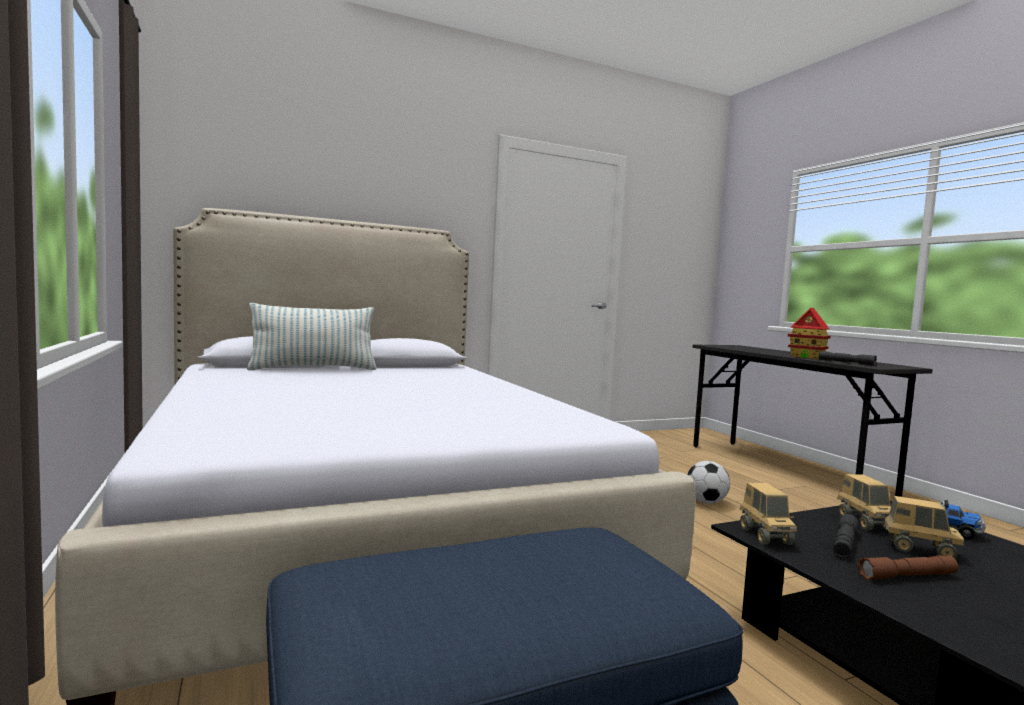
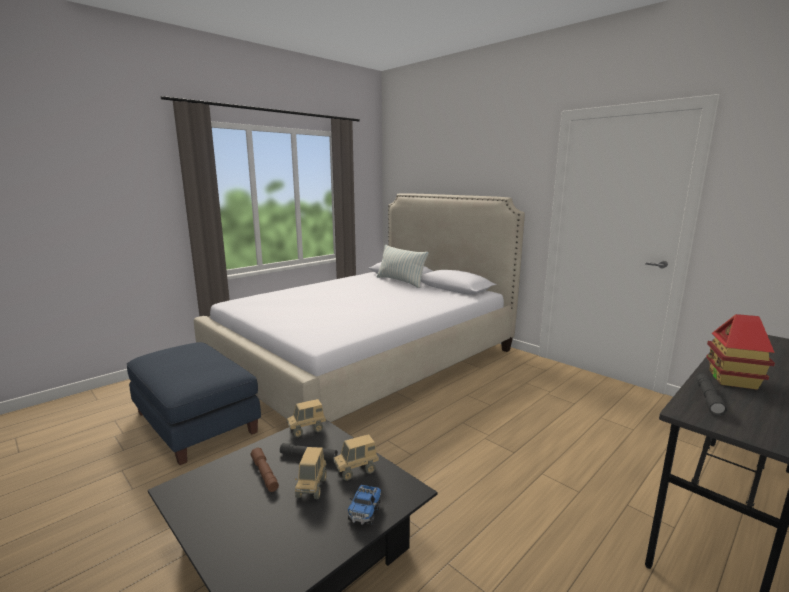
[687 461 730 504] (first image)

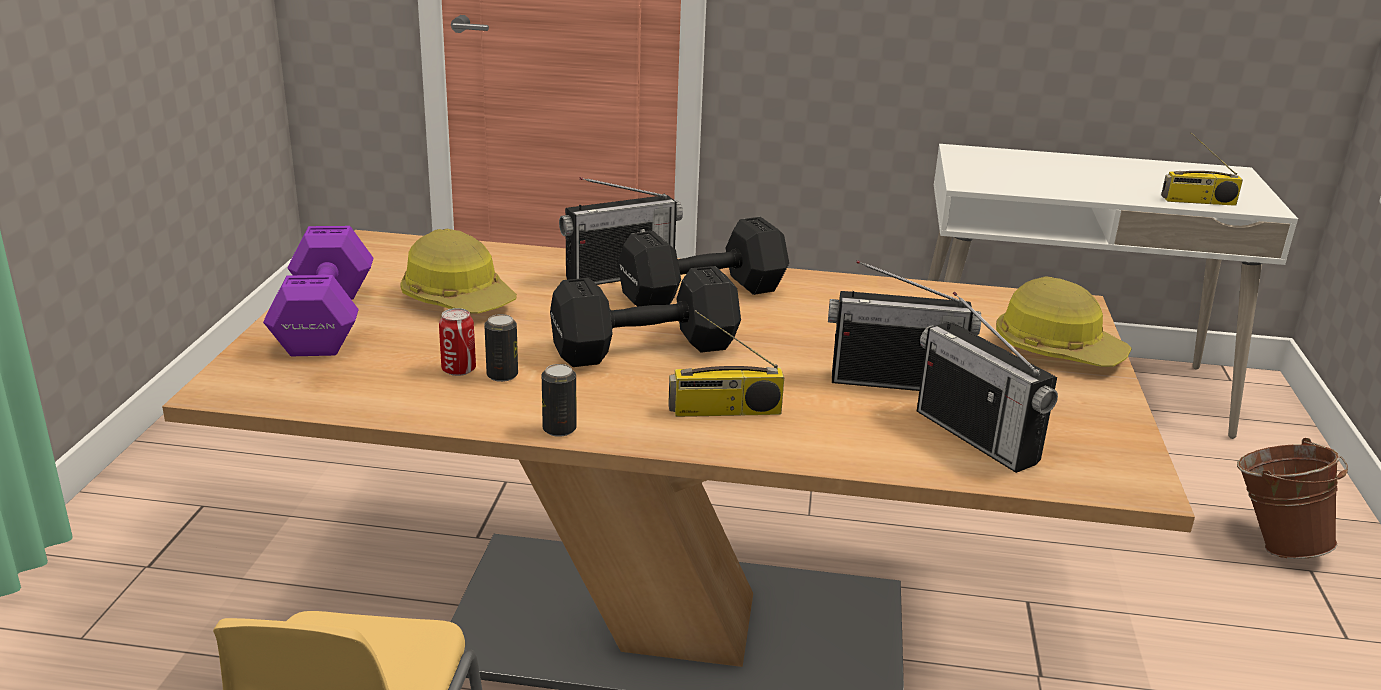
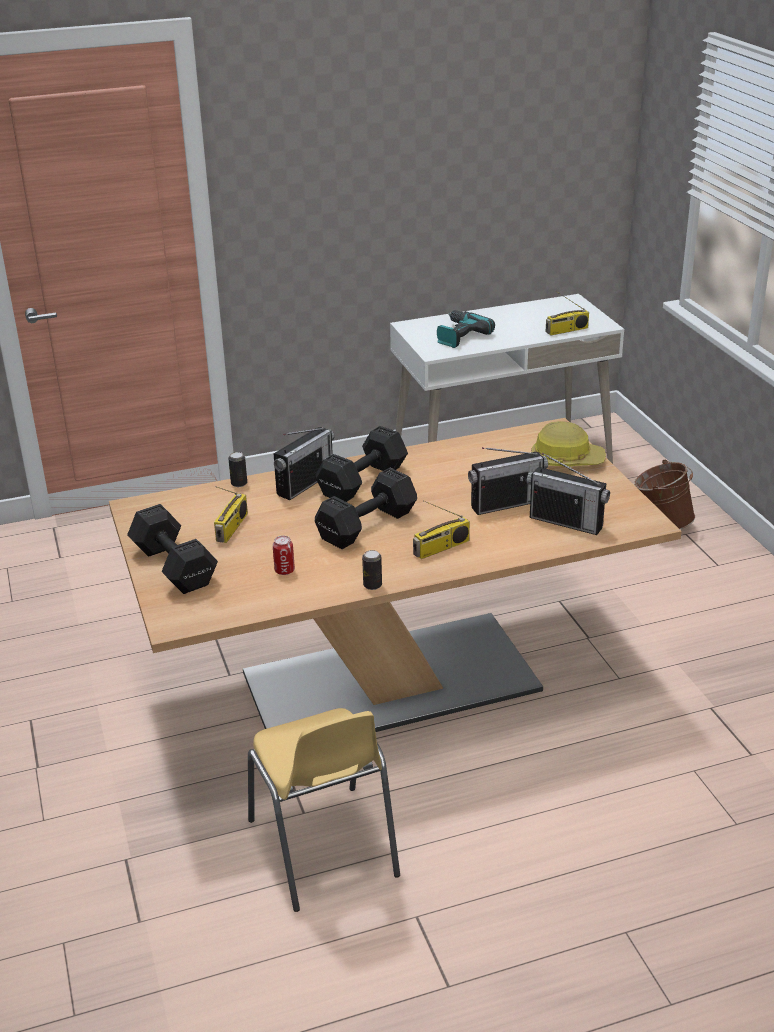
[437 310 495 348]
[228 452 247 487]
[214 486 248 543]
[127 504 218 594]

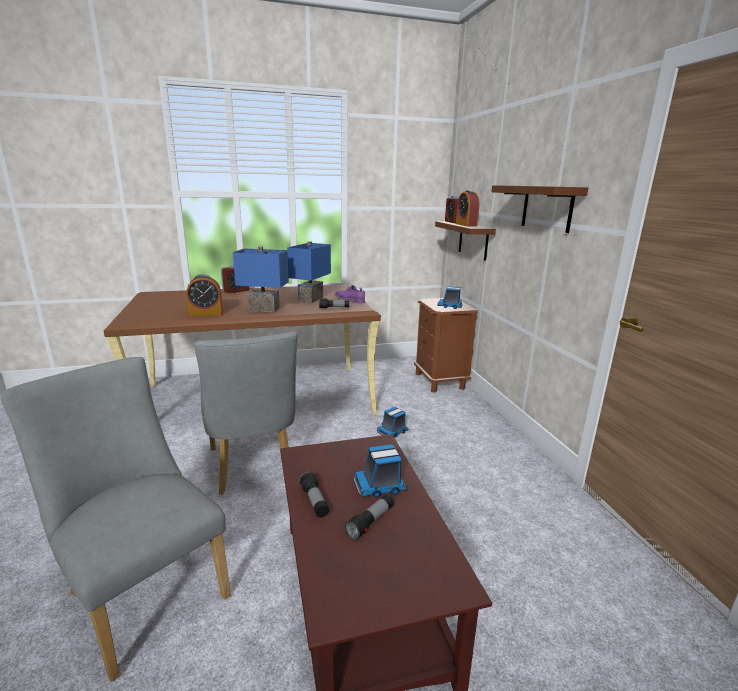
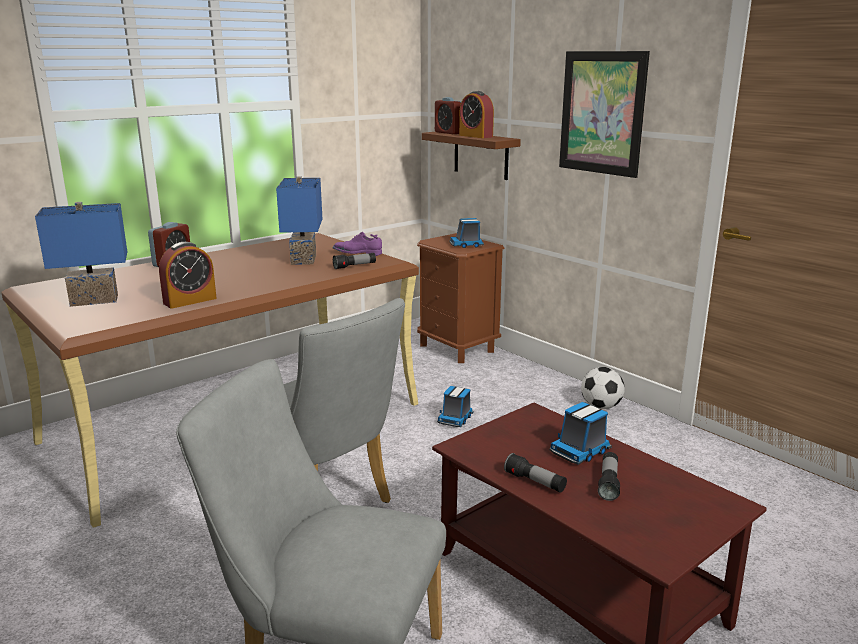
[581 367 625 409]
[35 202 127 307]
[559 51 650 178]

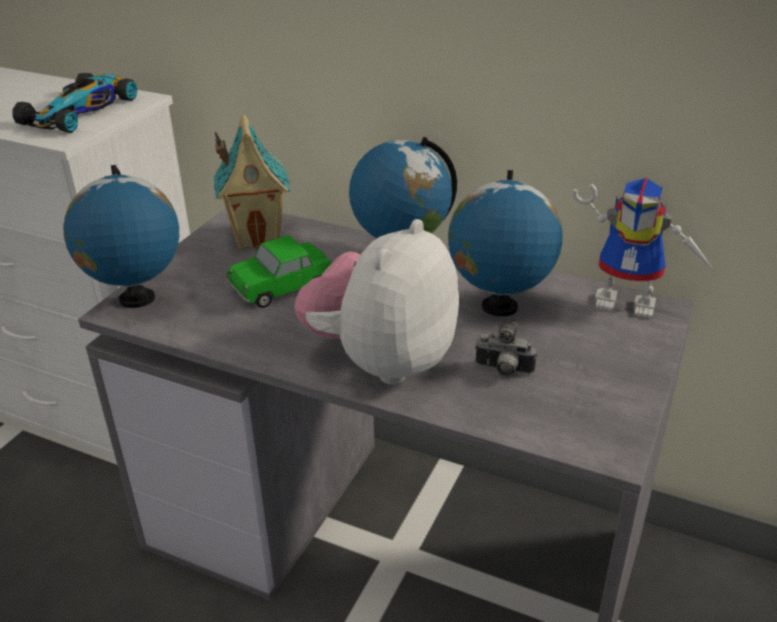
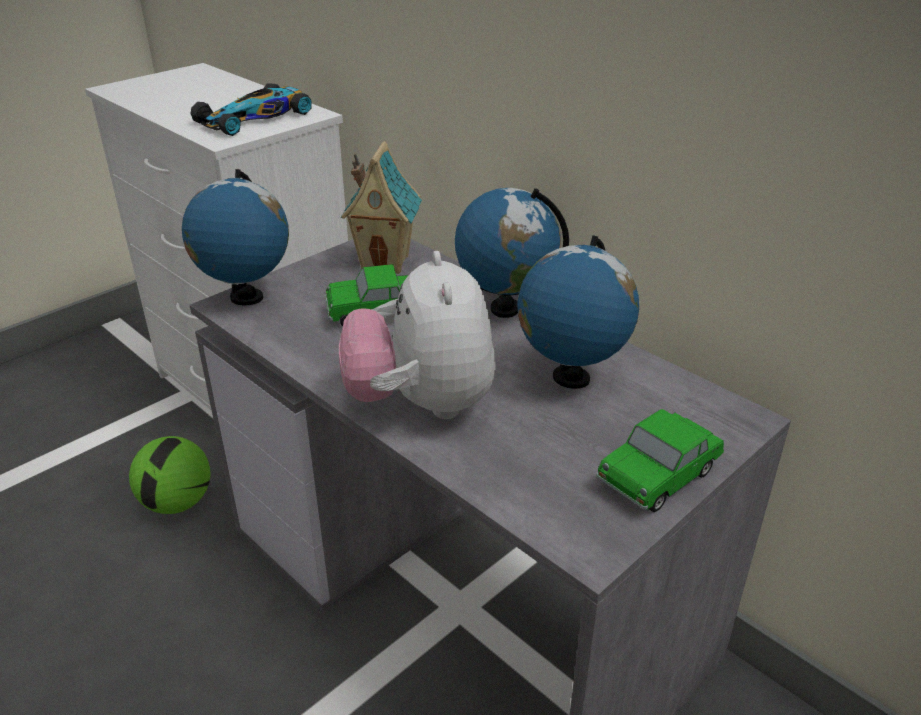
[475 322 537 376] (first image)
[572 177 713 319] (first image)
[129 436 211 514]
[596 409 724 512]
[339 251 496 419]

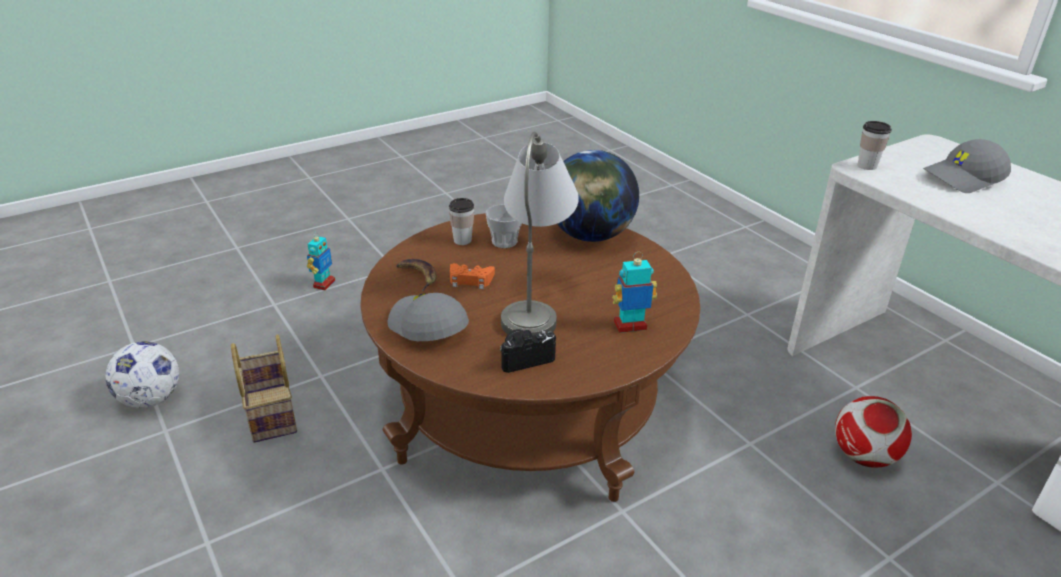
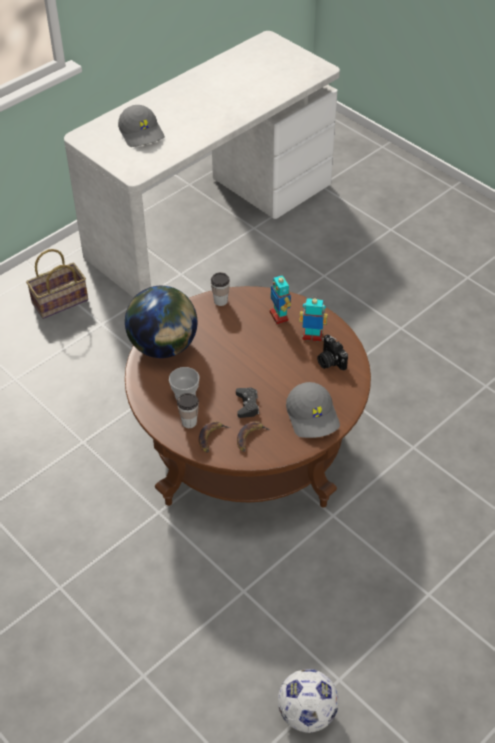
[501 132 579 336] (first image)
[835 396 912 468] (first image)
[199 421 230 453]
[26 249 88 319]
[299 295 328 342]
[211 272 230 306]
[236 387 259 418]
[286 382 340 438]

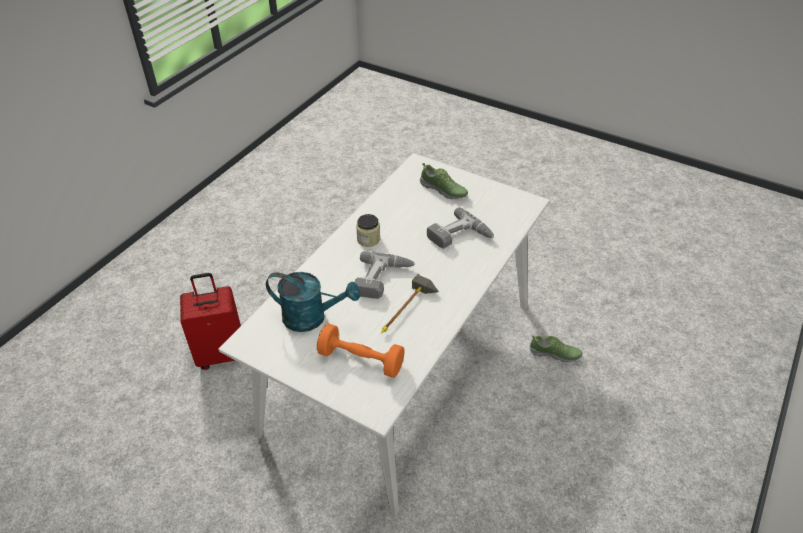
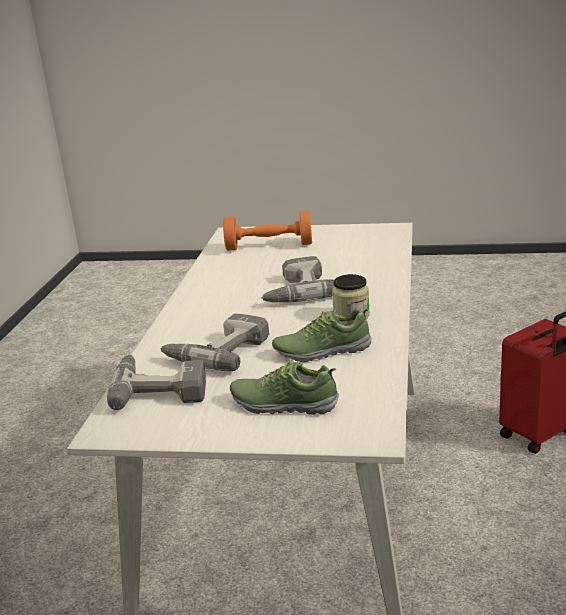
[266 272 360 332] (first image)
[381 274 439 333] (first image)
[107 355 206 410]
[272 309 372 362]

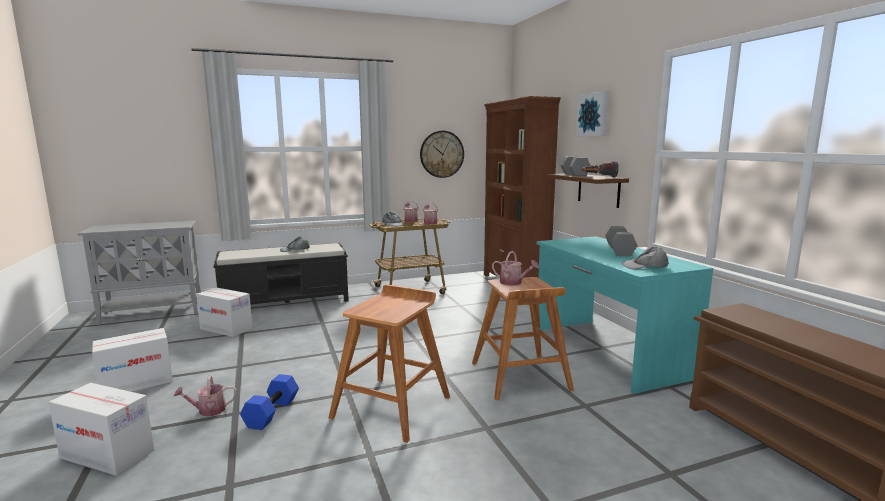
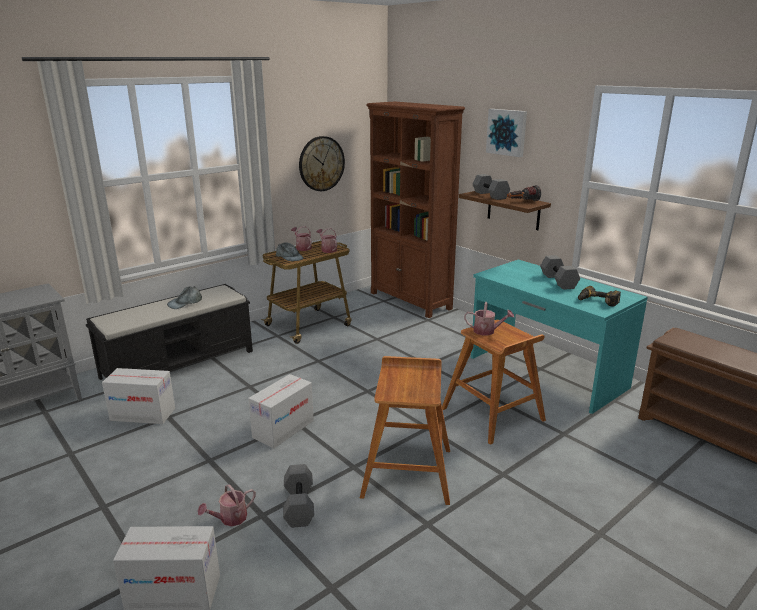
[248 374 314 448]
[578 286 621 307]
[283 464 314 528]

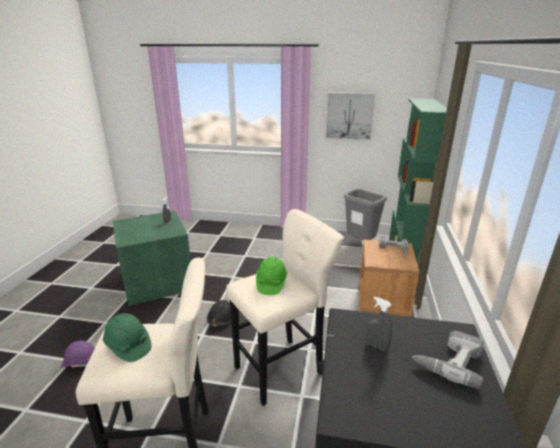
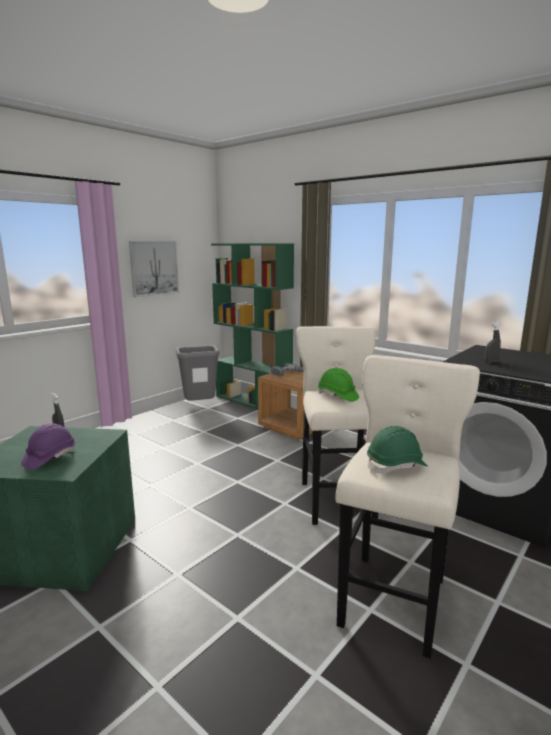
[207 300 231 327] (first image)
[412 331 484 389] (first image)
[21 423 75 470]

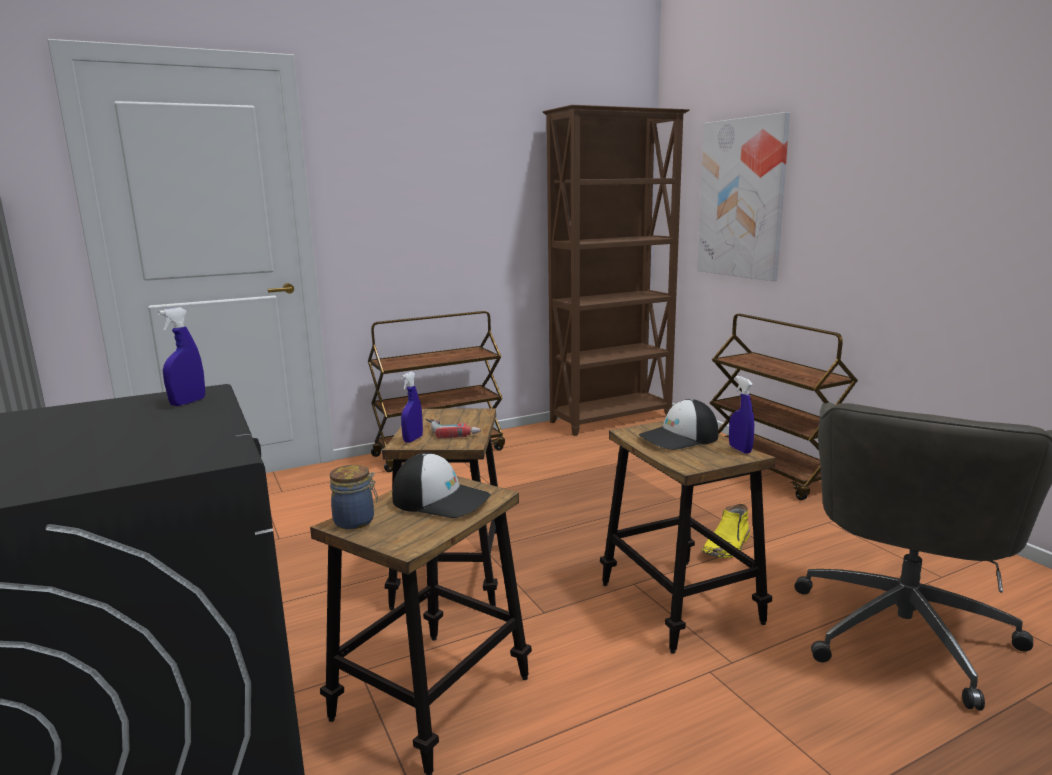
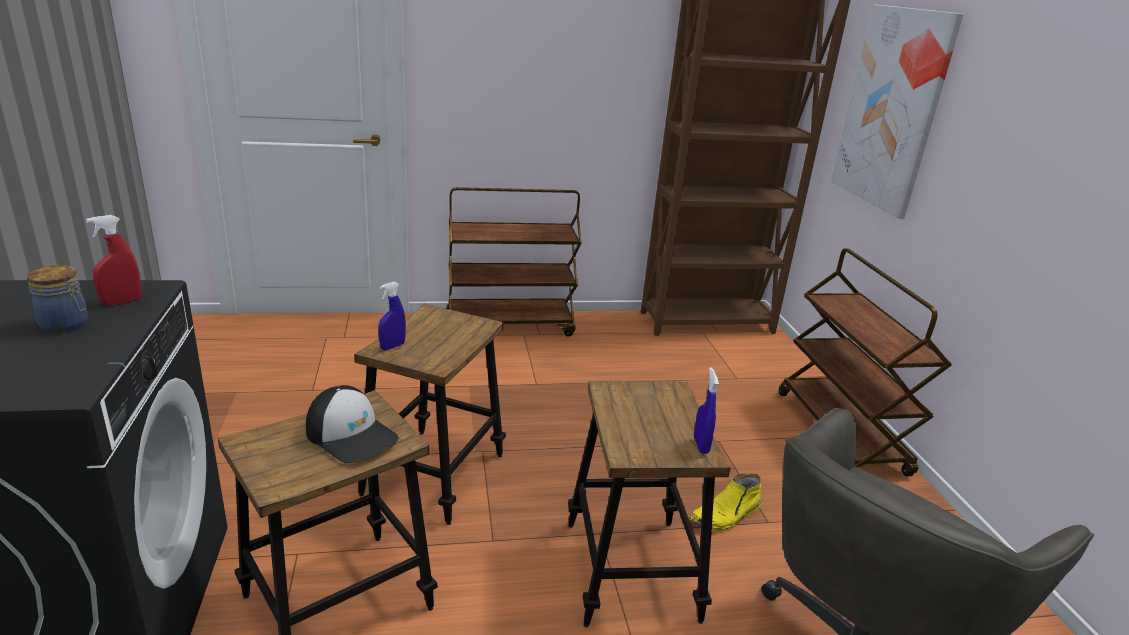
[425 418 481 439] (first image)
[639 399 718 450] (first image)
[27 265 88 333]
[86 215 141 306]

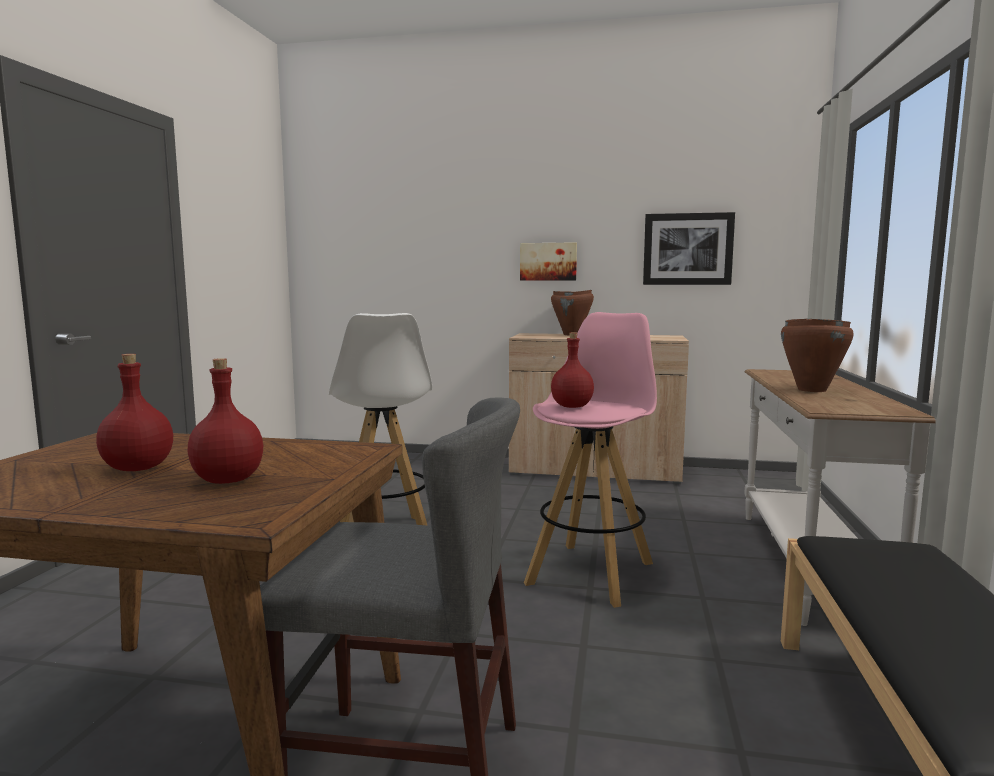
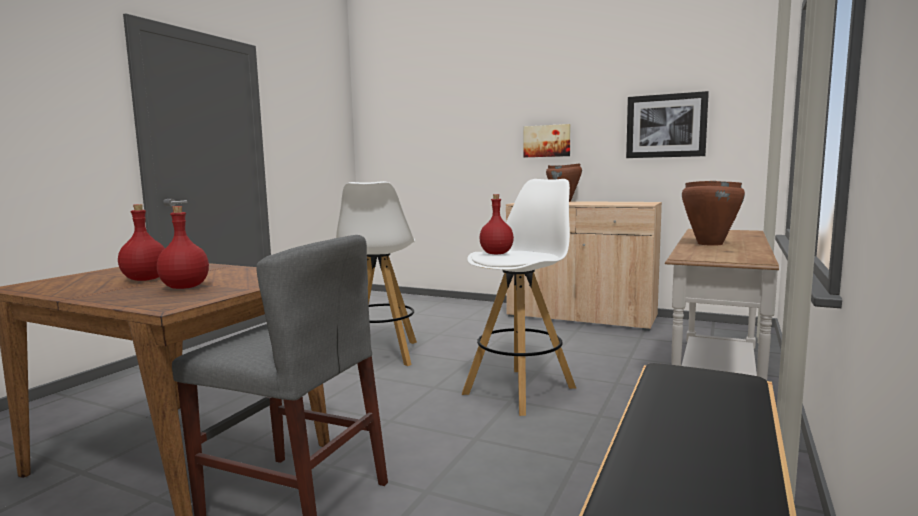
[462 179 576 416]

